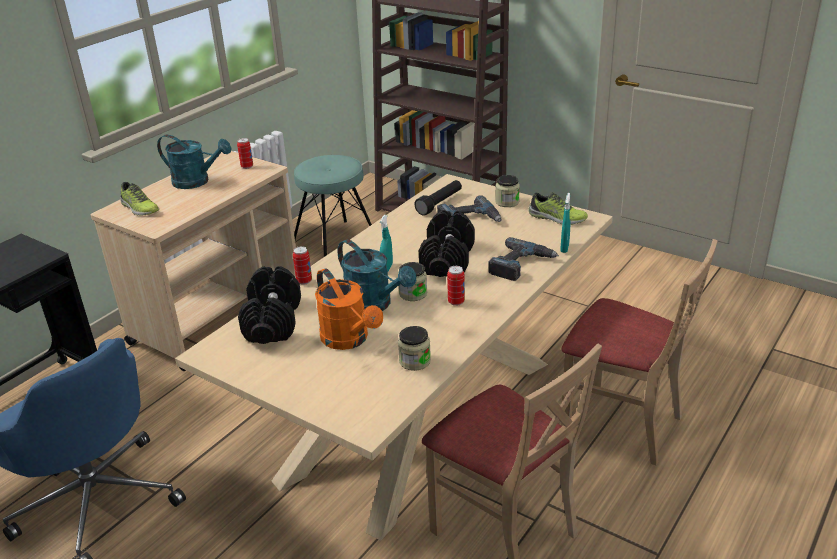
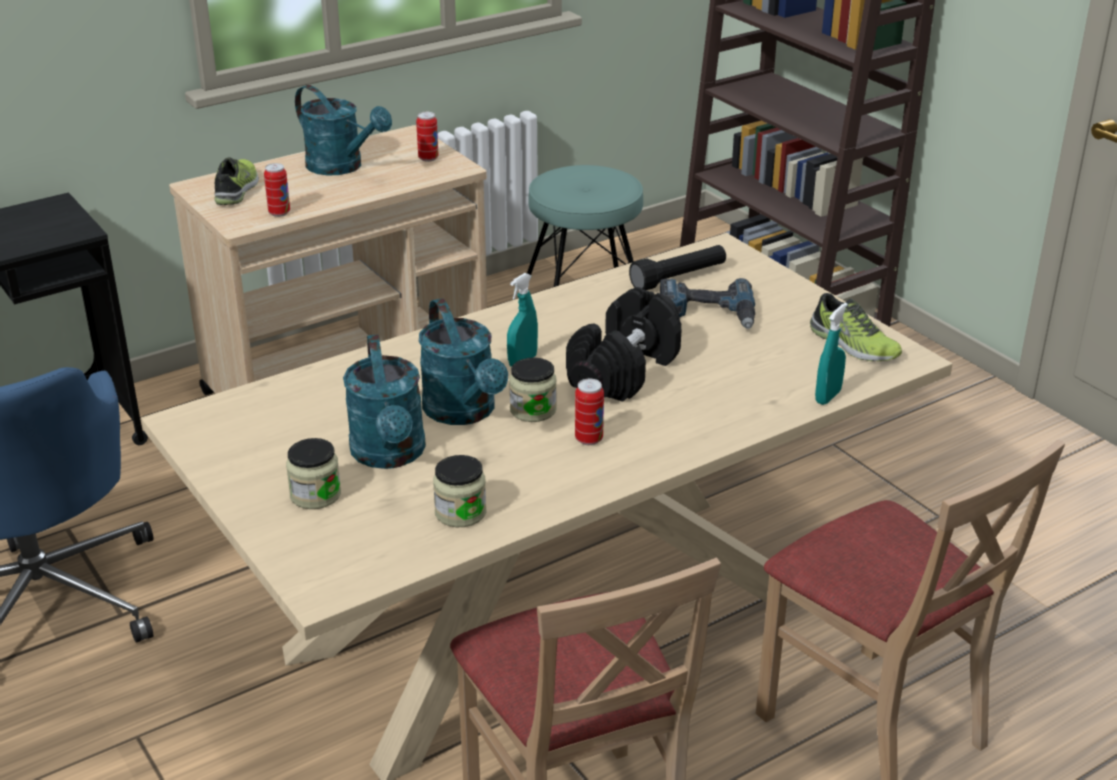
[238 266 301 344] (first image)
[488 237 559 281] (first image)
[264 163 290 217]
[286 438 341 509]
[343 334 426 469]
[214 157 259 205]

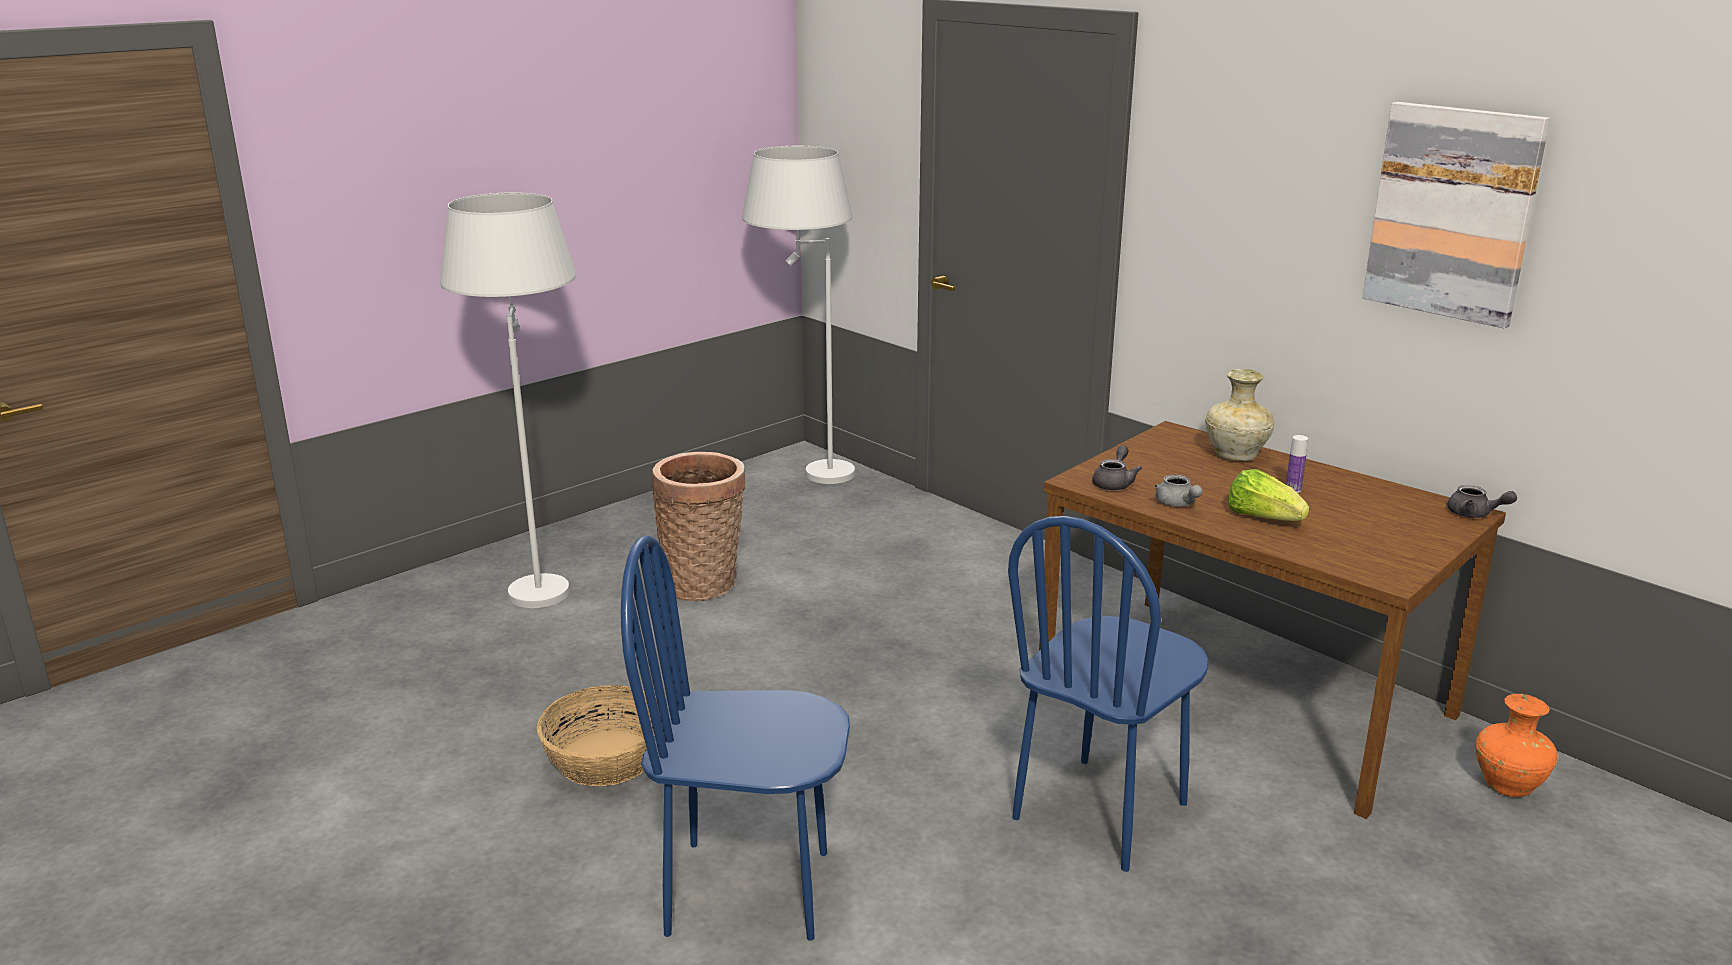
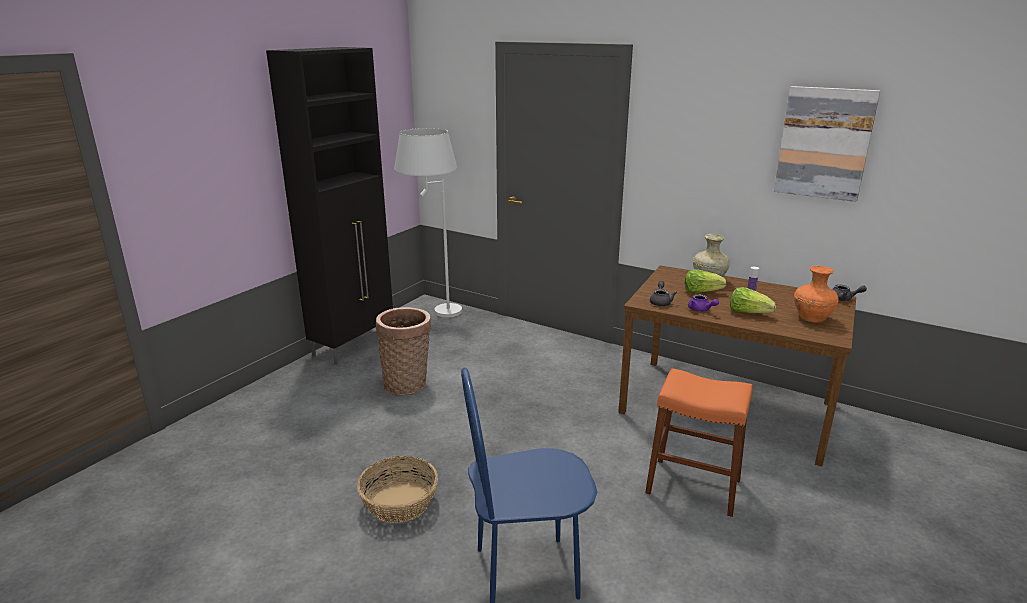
[440 192 576 608] (first image)
[266 47 393 365]
[685 269 726 293]
[794 266 838 323]
[645 368 753 517]
[688 294 719 312]

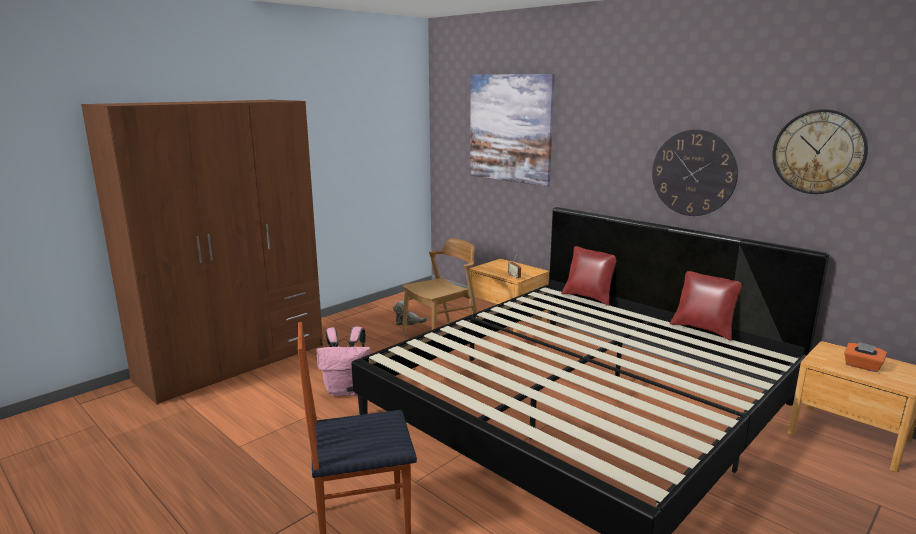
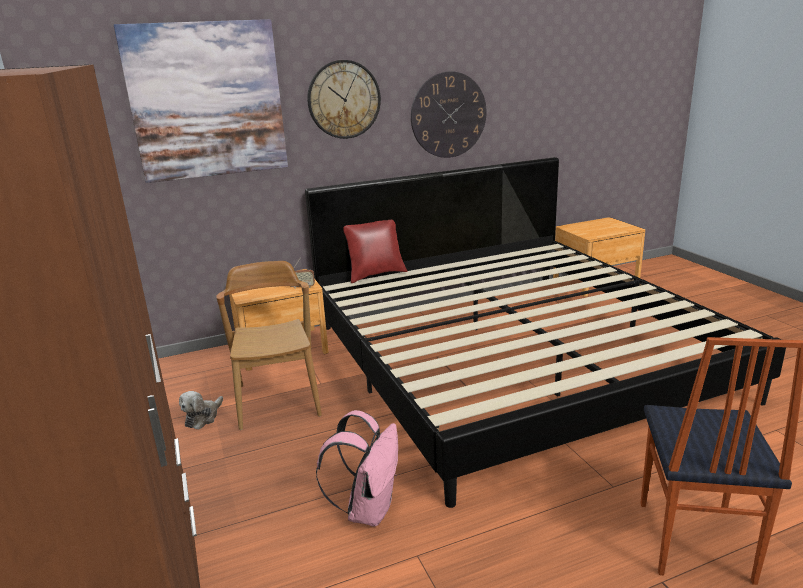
[670 271 742 341] (first image)
[844 342 887 372] (first image)
[307 60 381 139]

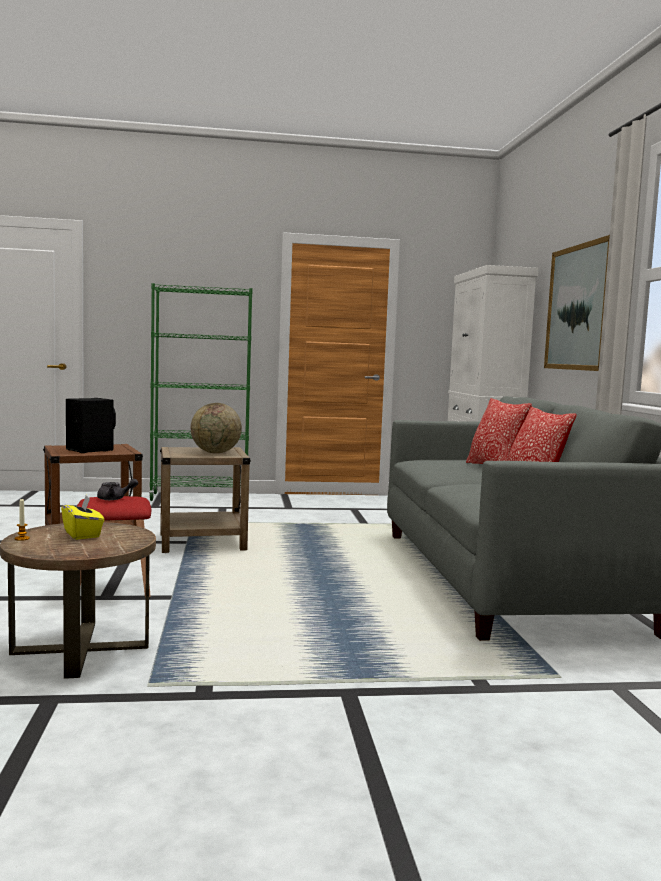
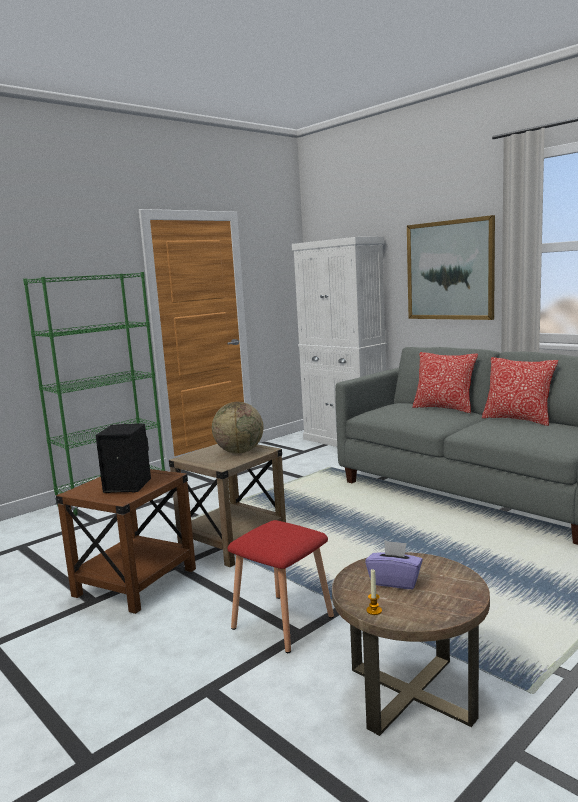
[97 479 138 500] (first image)
[365 540 423 589]

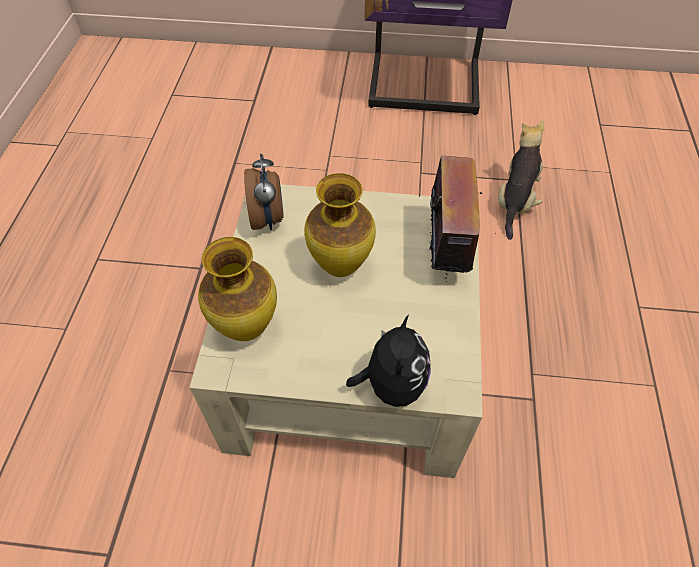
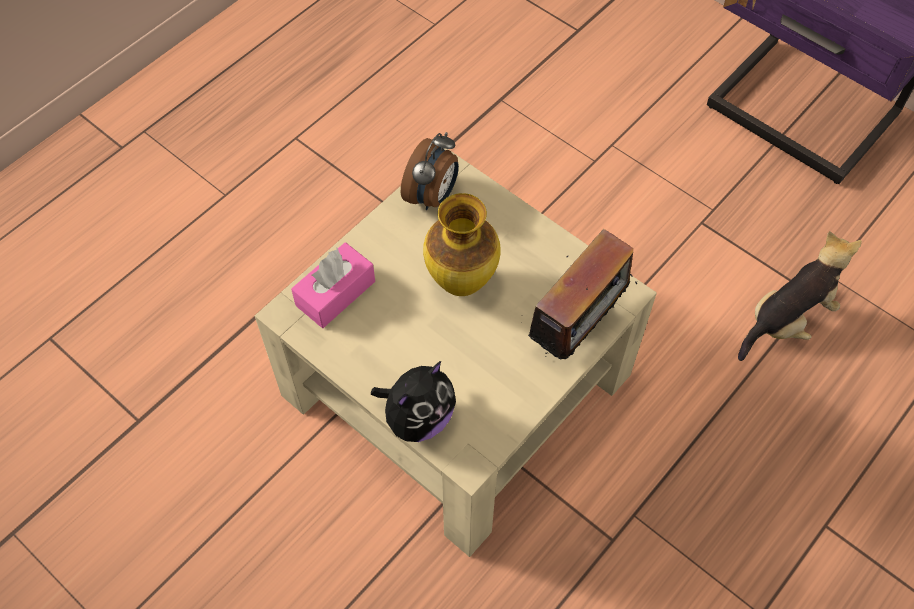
[291 242 375 328]

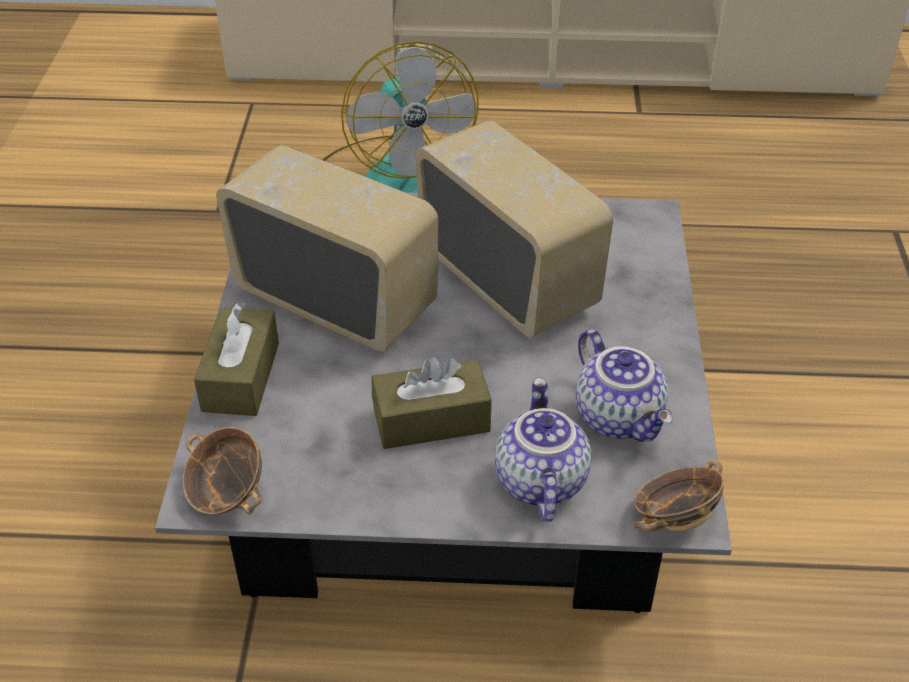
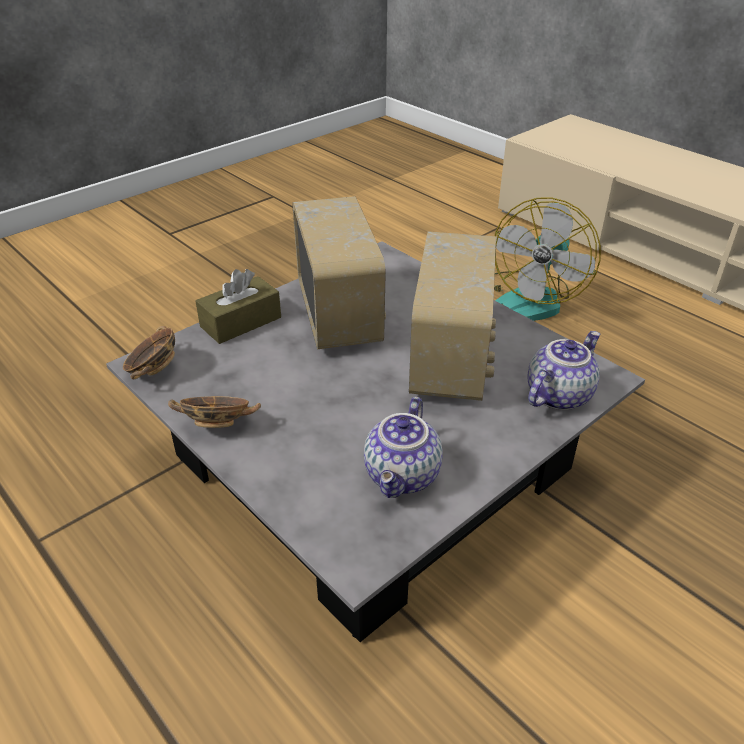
[371 356 492 449] (first image)
[528 331 600 410]
[168 396 261 428]

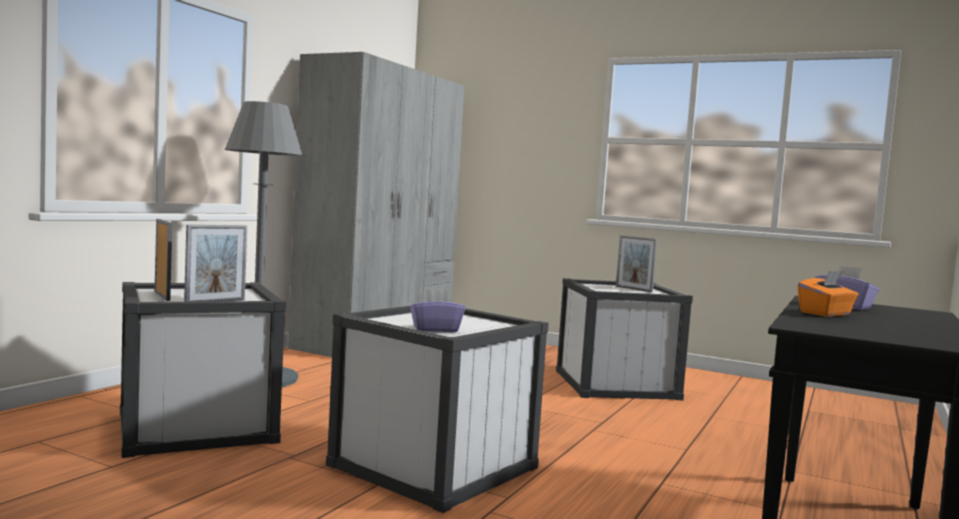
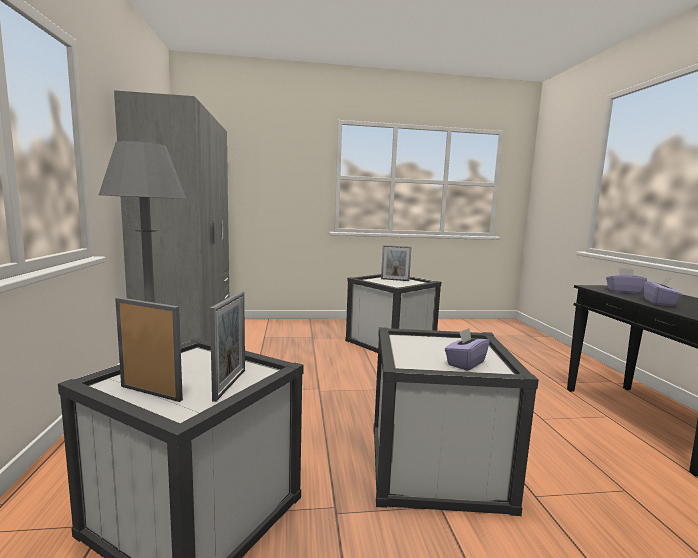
[644 277 682 306]

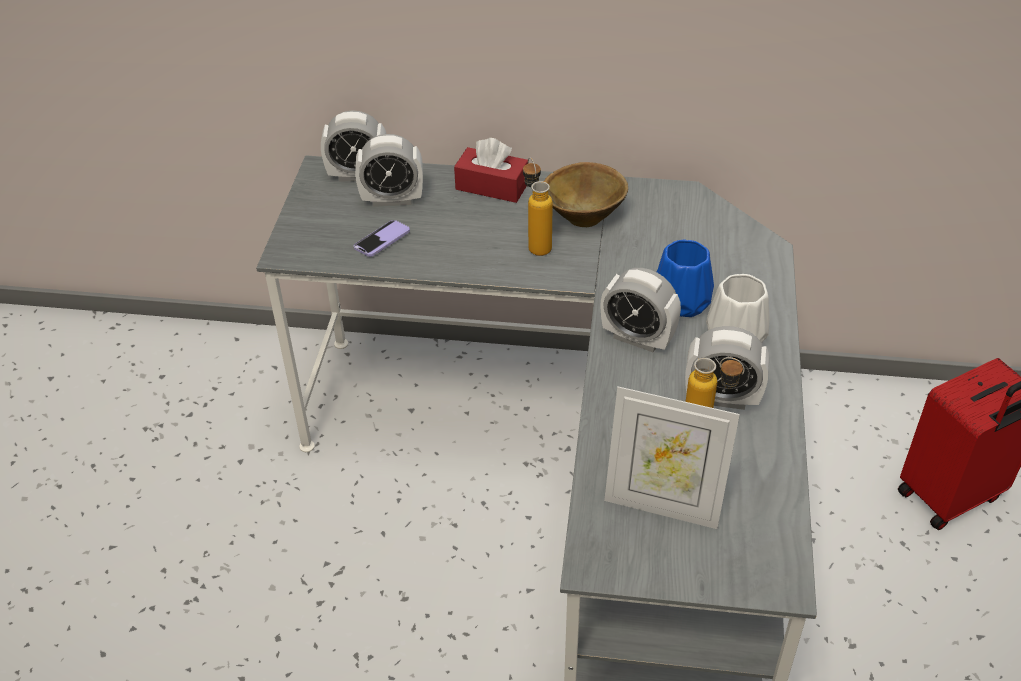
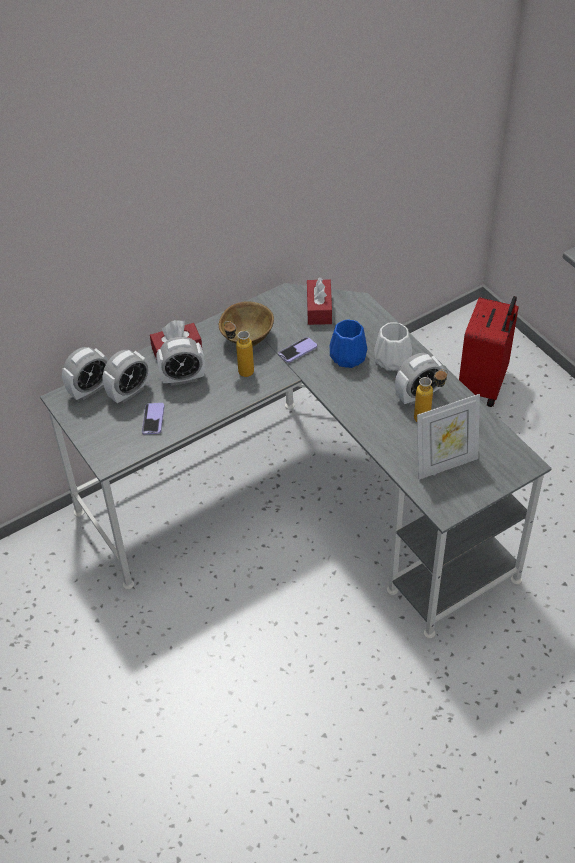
[278 337 317 363]
[307 277 332 325]
[156 337 205 386]

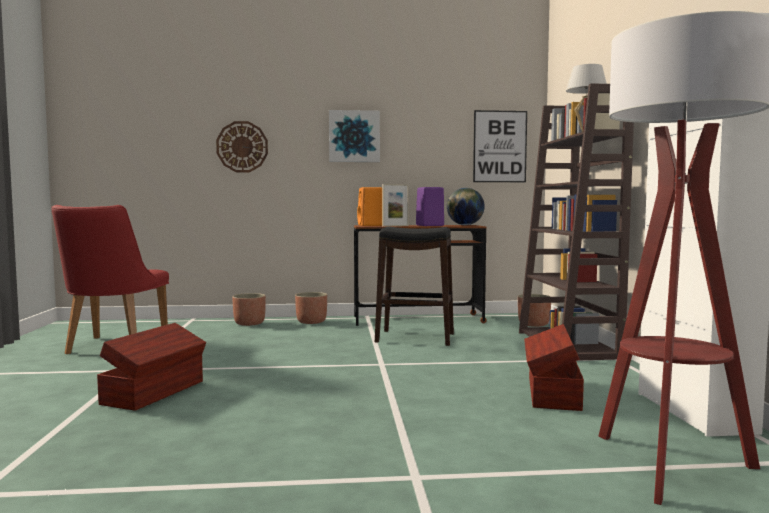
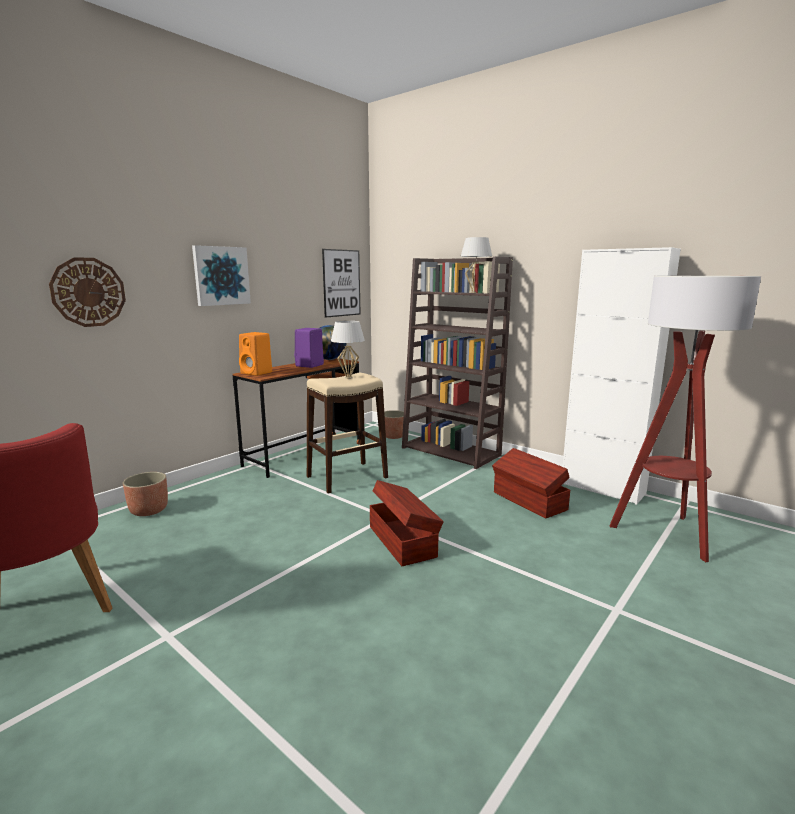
[295 292 327 324] (first image)
[382 184 409 227] (first image)
[331 320 365 379]
[370 480 444 566]
[307 373 388 494]

